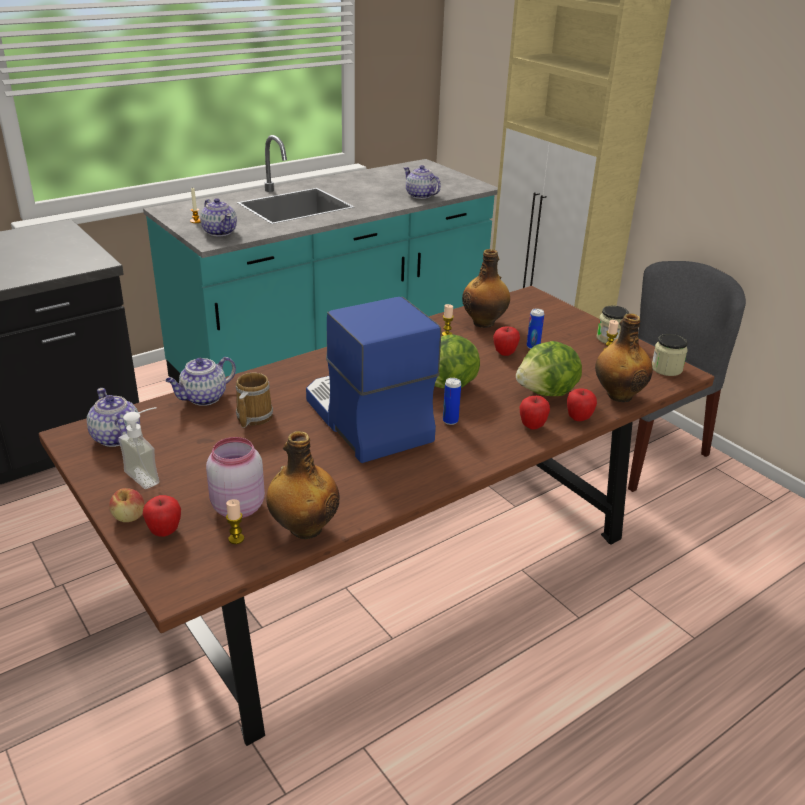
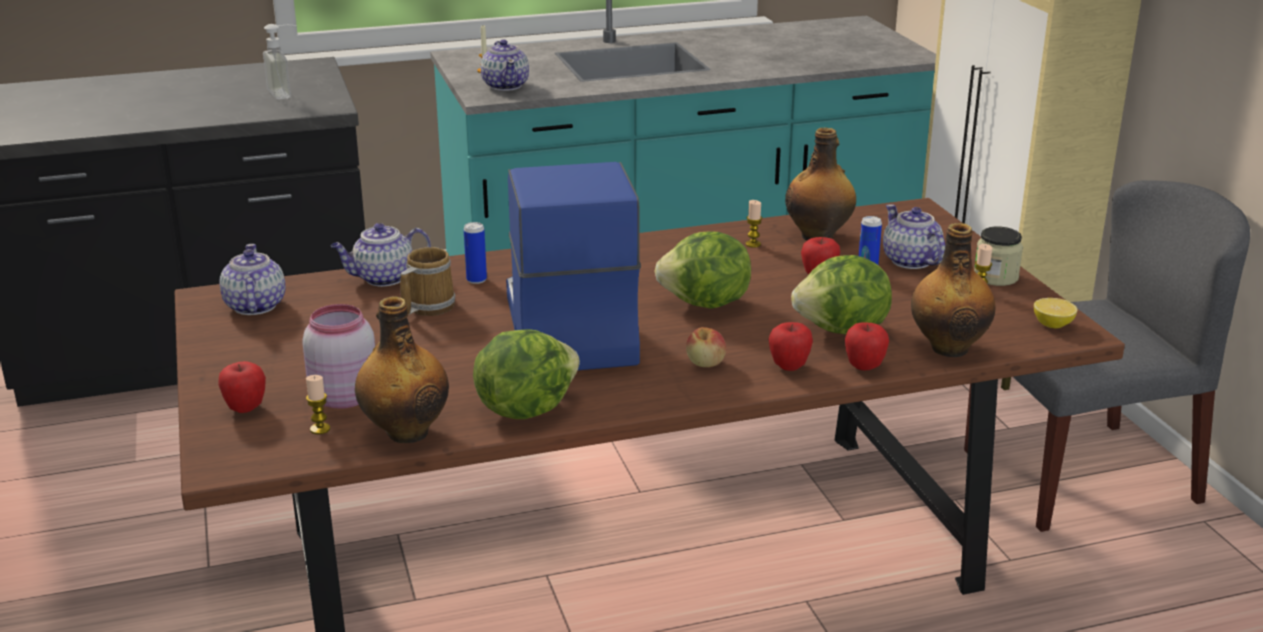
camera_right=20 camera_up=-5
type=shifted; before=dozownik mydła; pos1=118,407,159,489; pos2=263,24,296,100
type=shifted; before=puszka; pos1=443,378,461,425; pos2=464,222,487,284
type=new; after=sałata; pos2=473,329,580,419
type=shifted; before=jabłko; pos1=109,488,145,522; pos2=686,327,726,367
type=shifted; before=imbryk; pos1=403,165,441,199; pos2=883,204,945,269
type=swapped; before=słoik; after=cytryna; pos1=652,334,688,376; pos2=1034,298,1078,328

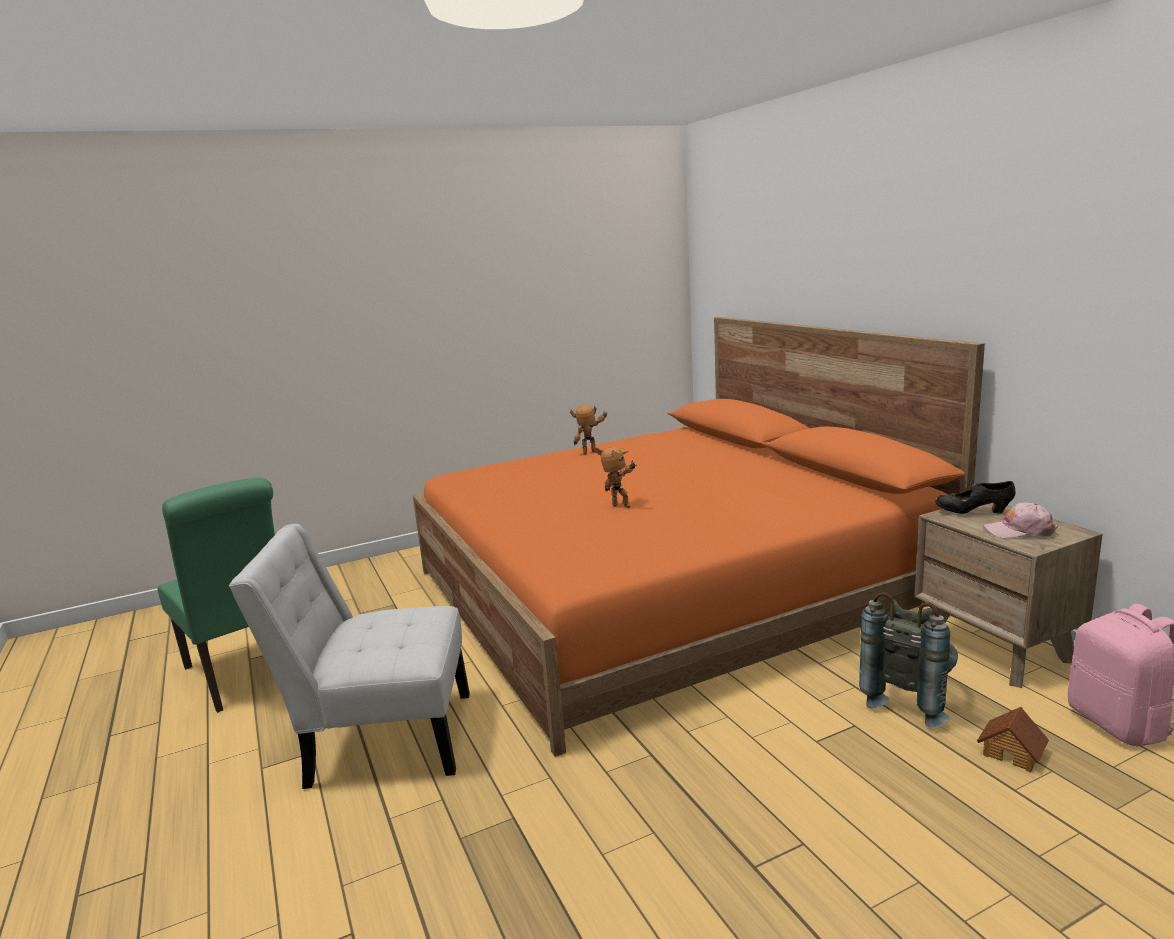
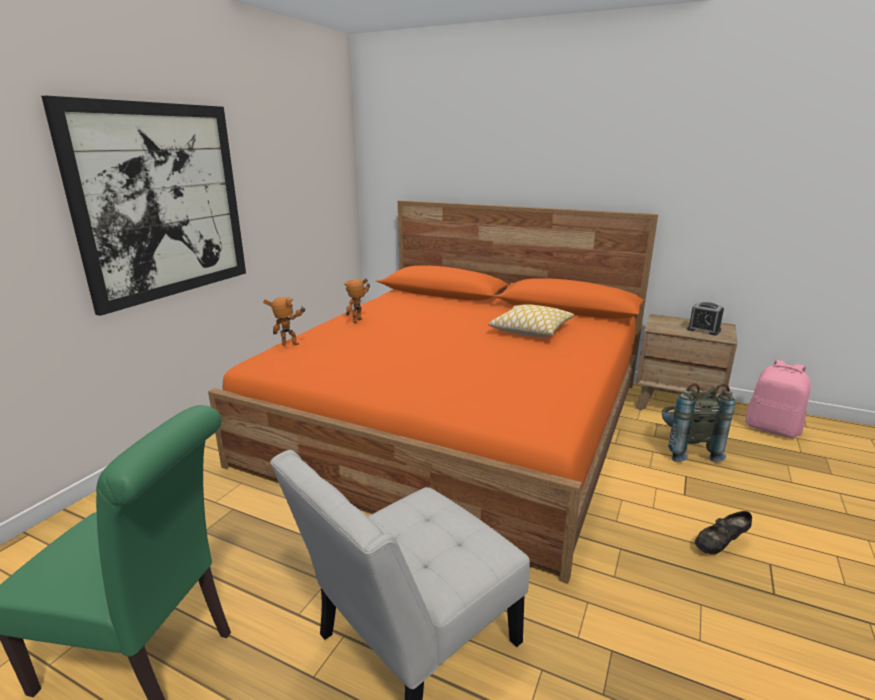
camera_right=-40 camera_up=5
type=new; after=obraz; pos2=41,96,246,316
type=shifted; before=robot zabawkowy; pos1=594,447,636,508; pos2=263,297,306,345
type=new; after=poduszka; pos2=488,304,574,337
type=swapped; before=czapka z daszkiem [różowy]; after=budzik; pos1=983,502,1058,539; pos2=687,302,724,336
type=shifted; before=but [czarny]; pos1=935,481,1016,514; pos2=695,511,752,554
type=gone; before=domek; pos1=977,707,1049,772

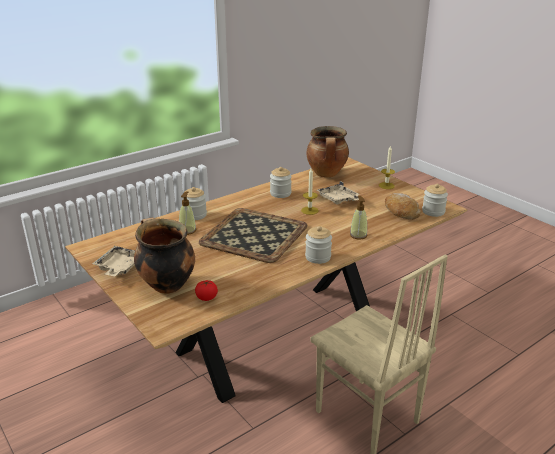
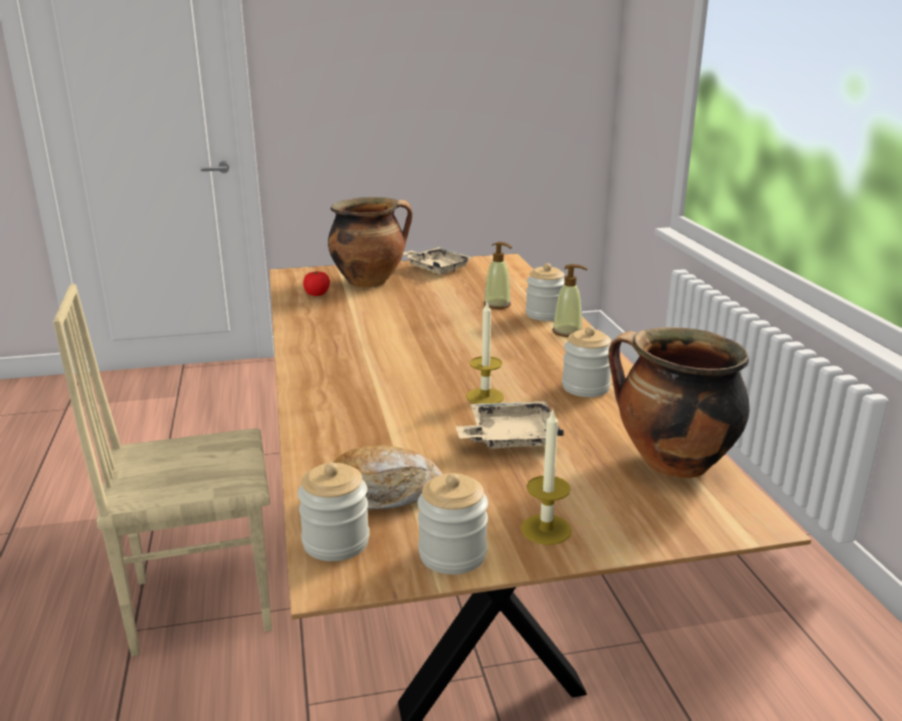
camera_right=115 camera_up=-5
type=shifted; before=słoik; pos1=305,226,332,264; pos2=418,473,488,574
type=shifted; before=dozownik mydła; pos1=350,196,368,239; pos2=552,264,588,337
type=gone; before=taca; pos1=199,208,308,263

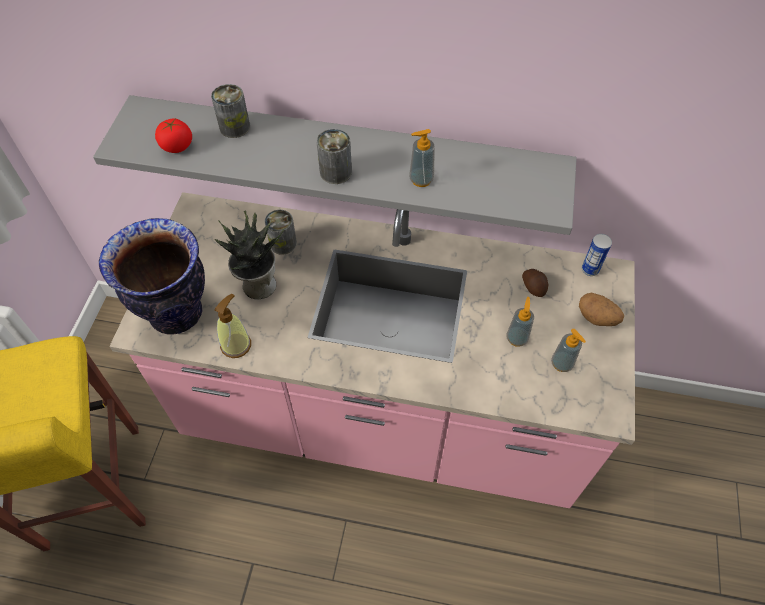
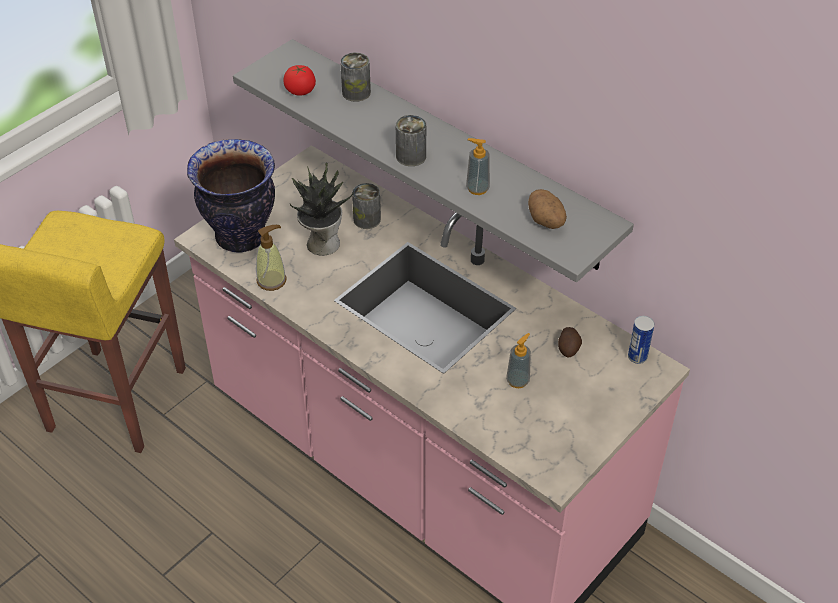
camera_right=30 camera_up=-10
type=shifted; before=ziemniak; pos1=579,293,624,326; pos2=528,189,567,229
type=gone; before=dozownik mydła; pos1=551,329,586,372

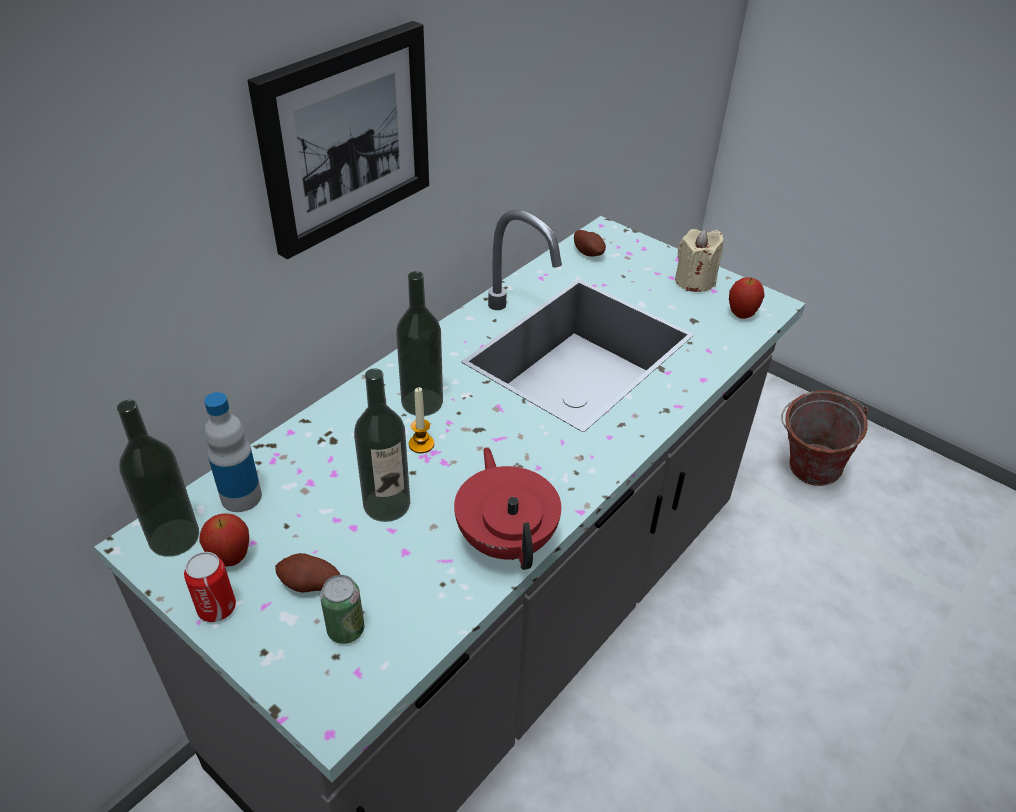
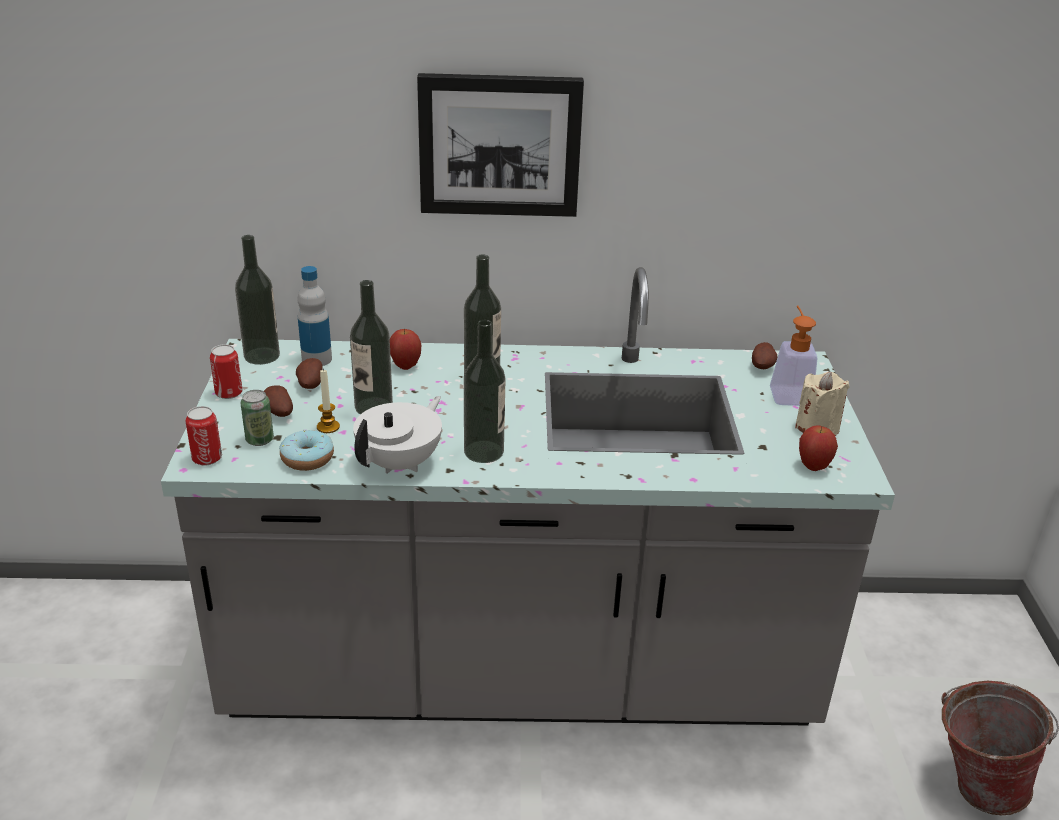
camera_right=50 camera_up=-10
type=new; after=puszka; pos2=186,406,222,465
type=new; after=donut; pos2=279,430,334,471
type=new; after=ziemniak; pos2=296,358,323,389
type=shifted; before=świeca; pos1=409,387,434,453; pos2=317,369,340,433
type=repainted; before=imbryk [czerwony]; after=imbryk [biały]; pos1=454,447,561,570; pos2=353,396,442,474
type=shifted; before=jabłko; pos1=199,513,249,567; pos2=390,328,421,370
type=new; after=butelka; pos2=464,320,505,463
type=new; after=dozownik mydła; pos2=770,305,817,406

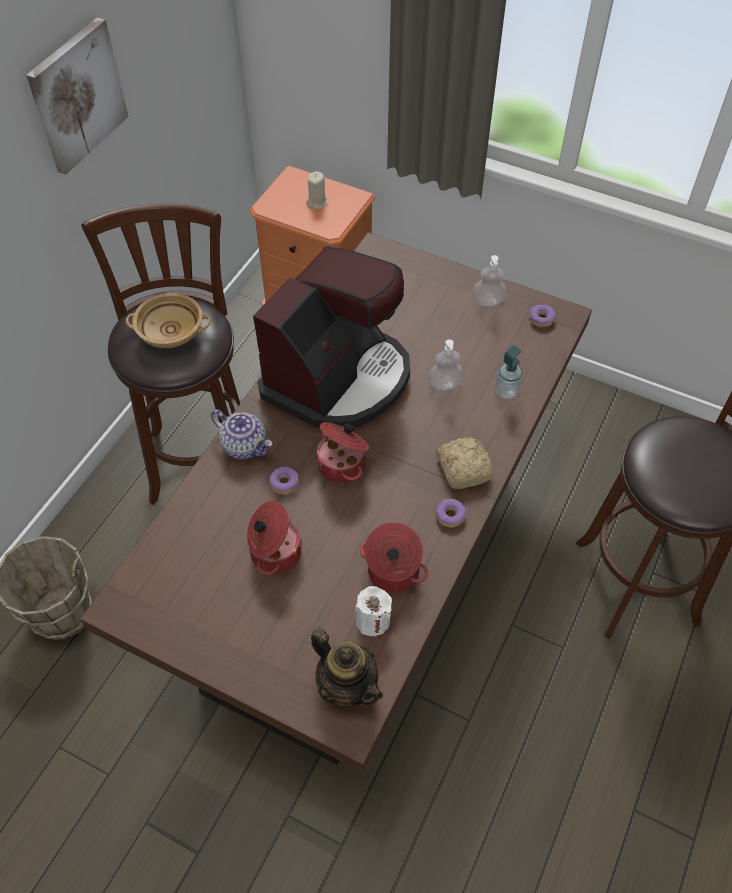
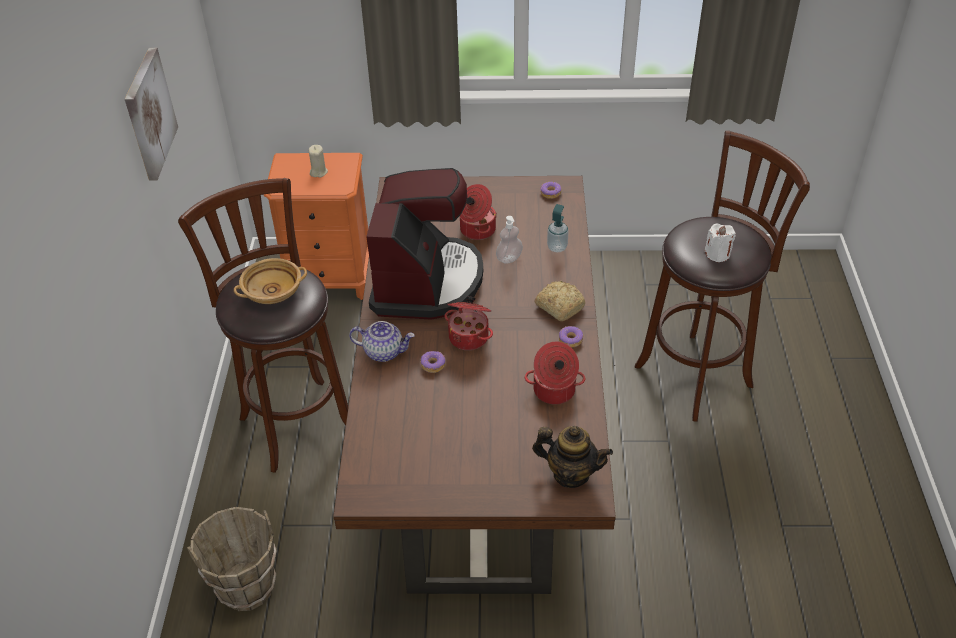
camera_right=-25 camera_up=-10
type=shifted; before=garnek; pos1=247,501,303,575; pos2=460,184,497,240
type=shifted; before=świeca [biały]; pos1=355,586,392,636; pos2=704,223,736,262
type=gone; before=dozownik mydła; pos1=472,255,507,307

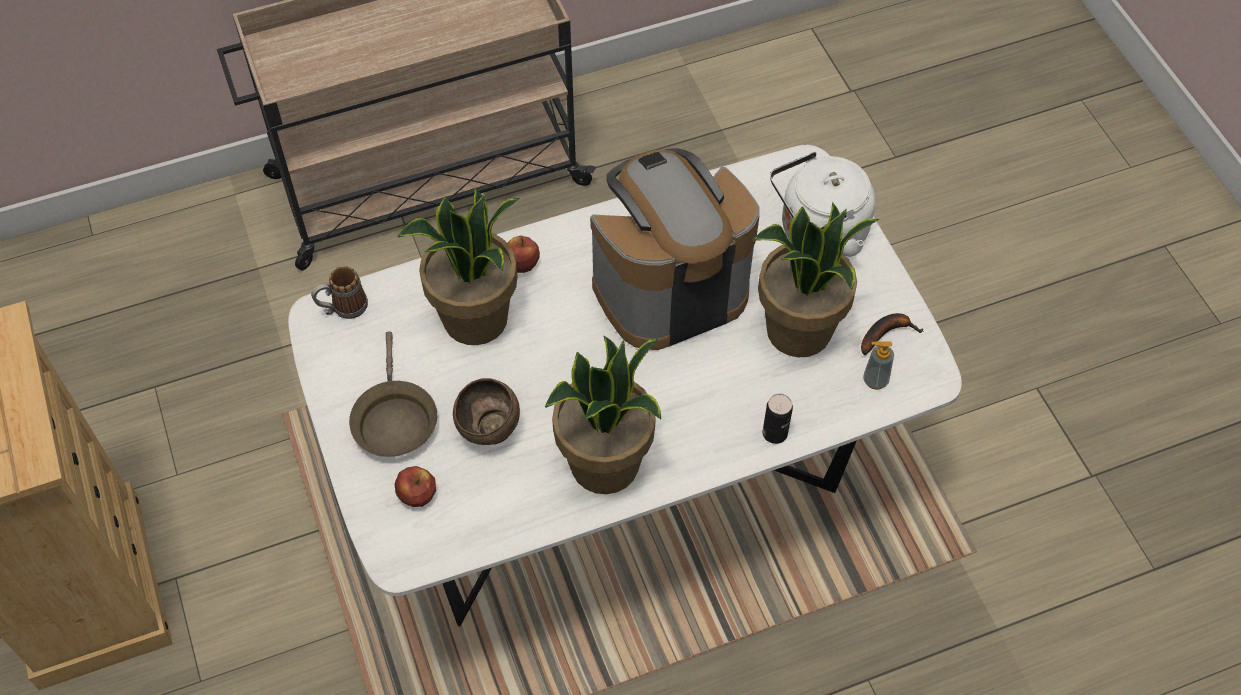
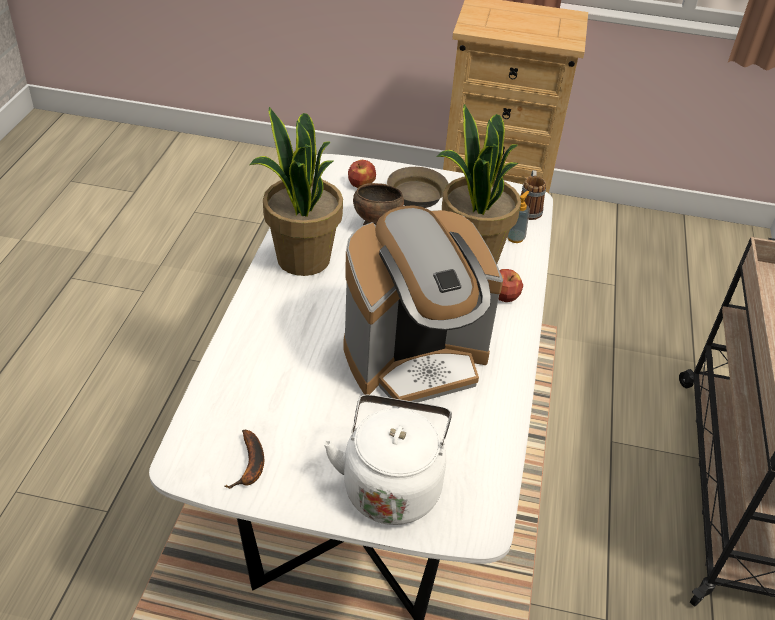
camera_right=120 camera_up=-15
type=rotated; before=ekspres do kawy; pos1=590,148,760,350; pos2=343,205,503,408; turn=60
type=shifted; before=dozownik mydła; pos1=863,341,894,390; pos2=507,191,530,243
type=gone; before=roślina doniczkowa; pos1=753,202,880,357
type=gone; before=puszka; pos1=762,393,793,444

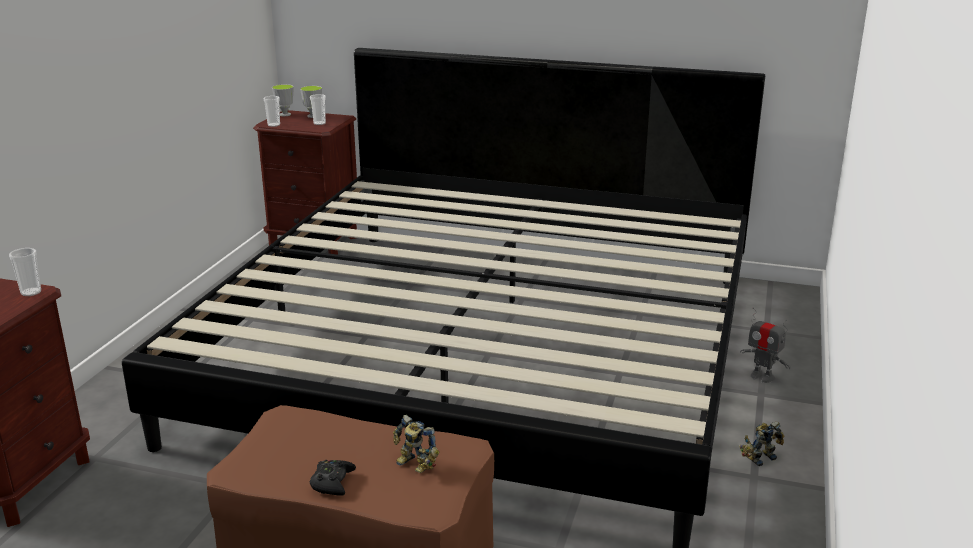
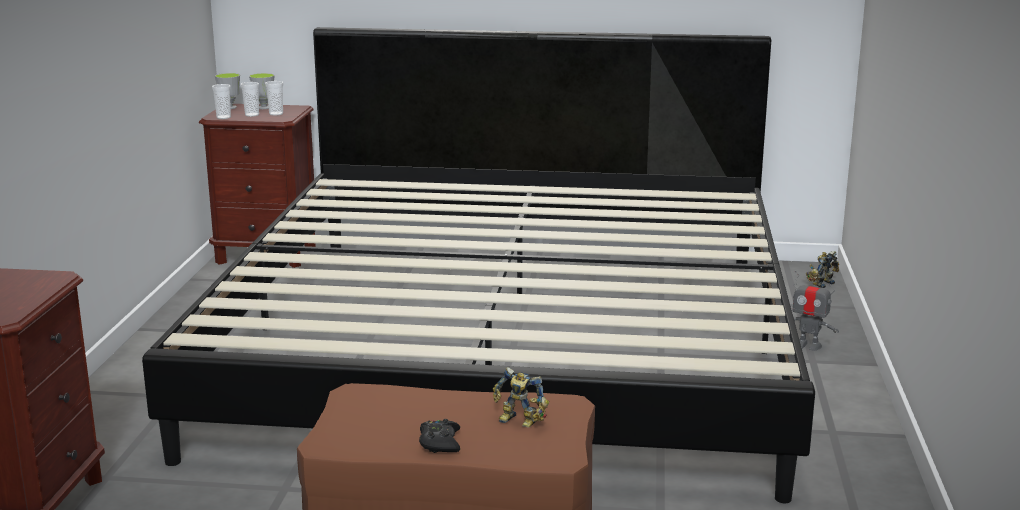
camera_right=-10 camera_up=-5
type=shifted; before=filiżanka; pos1=9,248,41,296; pos2=241,82,259,117
type=shifted; before=robot zabawkowy; pos1=739,422,784,466; pos2=806,251,839,288

